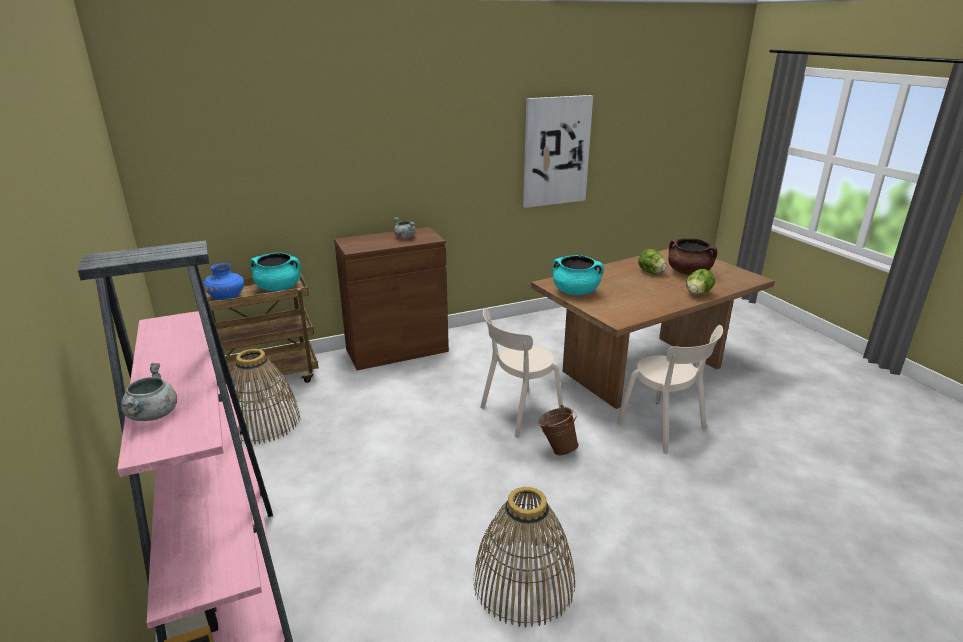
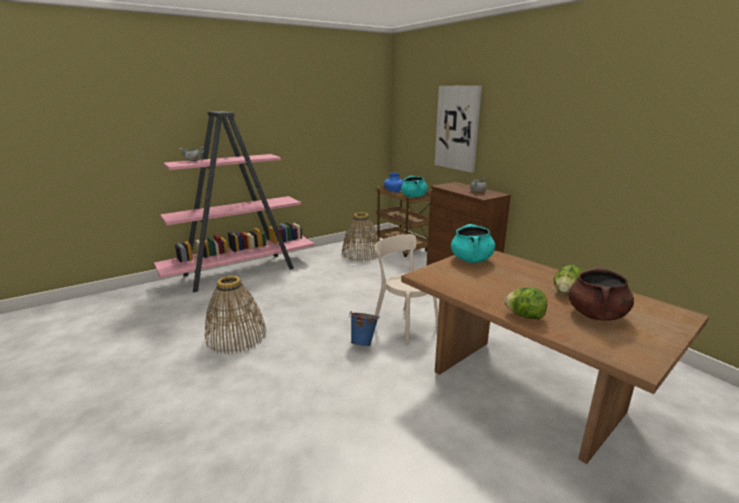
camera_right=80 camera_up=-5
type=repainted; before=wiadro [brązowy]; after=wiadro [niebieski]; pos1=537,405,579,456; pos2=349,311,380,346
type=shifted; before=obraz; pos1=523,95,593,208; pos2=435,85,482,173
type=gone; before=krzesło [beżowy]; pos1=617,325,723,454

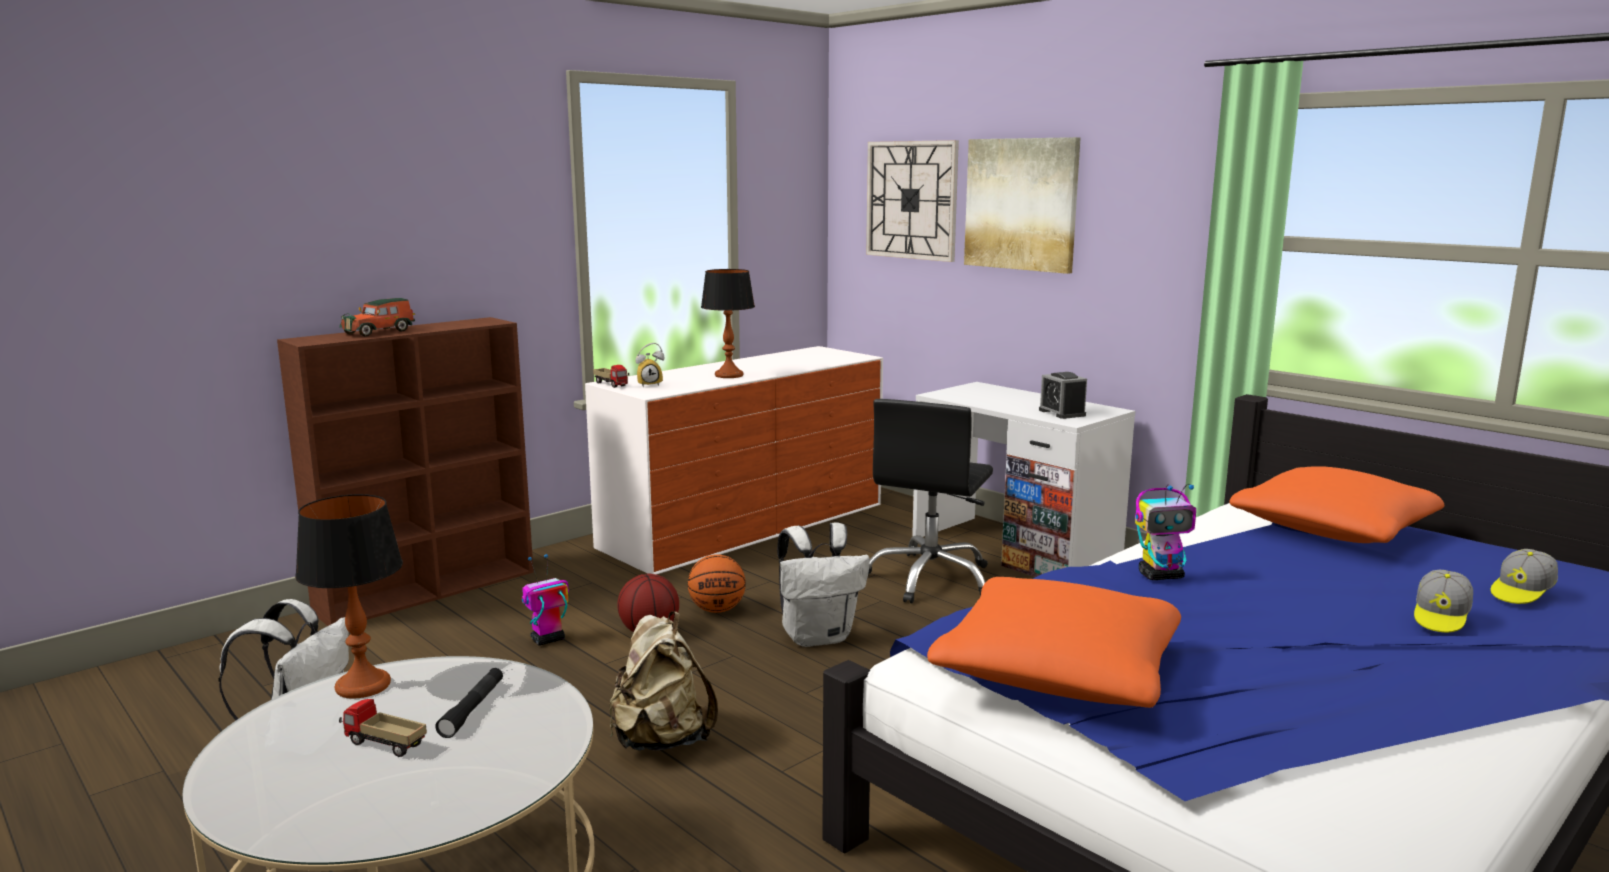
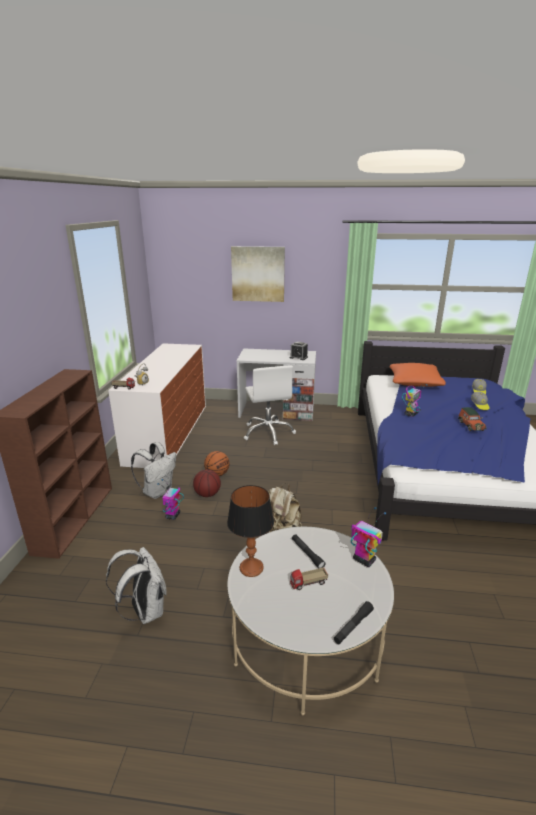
camera_right=-40 camera_up=10
type=shifted; before=plecak [biały]; pos1=777,522,870,647; pos2=131,442,176,499
type=repainted; before=krzesło biurowe [czarny]; after=krzesło biurowe [biały]; pos1=868,399,993,604; pos2=244,365,296,445
type=new; after=latarka [czarny]; pos2=334,601,374,644
type=new; after=robot zabawkowy; pos2=351,507,386,567
type=shifted; before=samochodzik; pos1=339,298,415,337; pos2=458,407,486,431
type=gone; before=lampa stołowa; pos1=701,269,755,378
type=gone; before=zegar ścienny; pos1=866,140,959,262
type=gone; before=poduszka [pomarańczowy]; pos1=927,577,1181,708

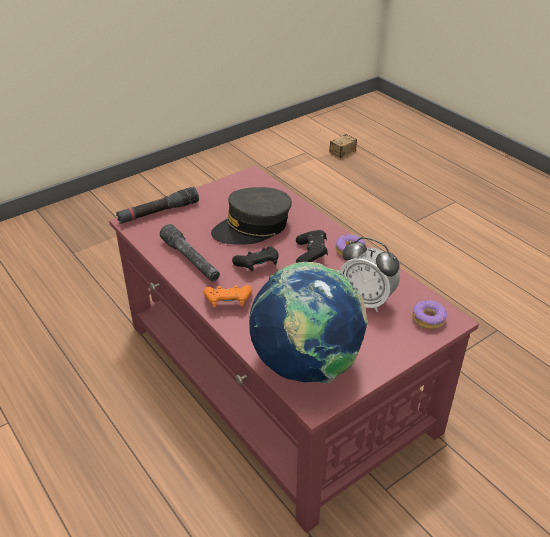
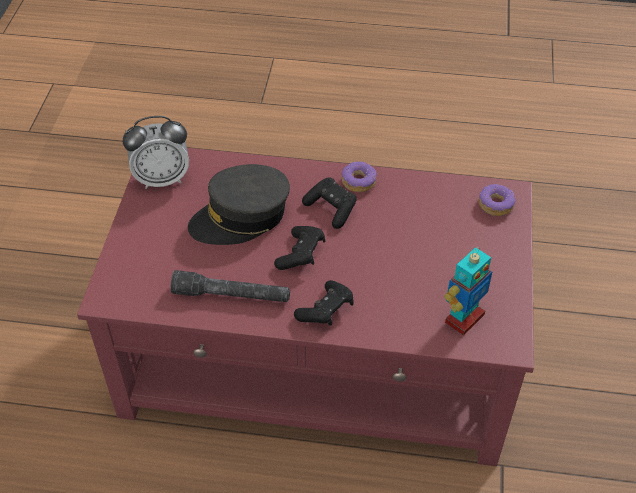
camera_right=-45 camera_up=10
type=shifted; before=budzik; pos1=340,237,400,312; pos2=122,116,189,189
type=rotated; before=czapka z daszkiem [szary]; pos1=211,187,292,245; pos2=188,164,290,245; turn=45
type=repainted; before=pad do gier [pomarańczowy]; after=pad do gier [czarny]; pos1=204,285,252,307; pos2=294,280,354,326
type=swapped; before=globus; after=robot zabawkowy; pos1=249,262,368,384; pos2=444,247,492,336
type=gone; before=latarka [czarny]; pos1=116,187,199,224
type=gone; before=pojemnik do przechowywania; pos1=320,129,357,158

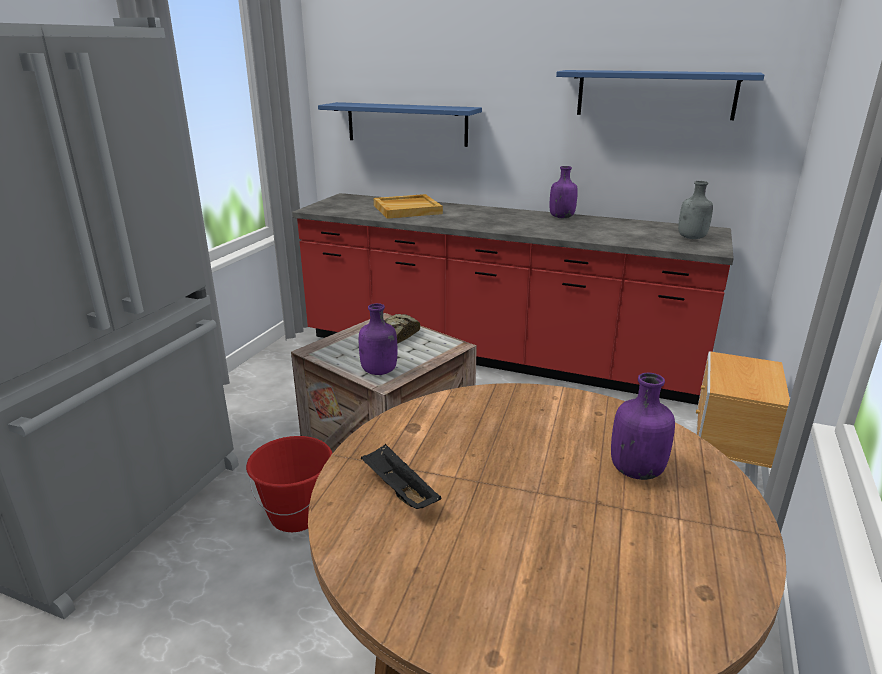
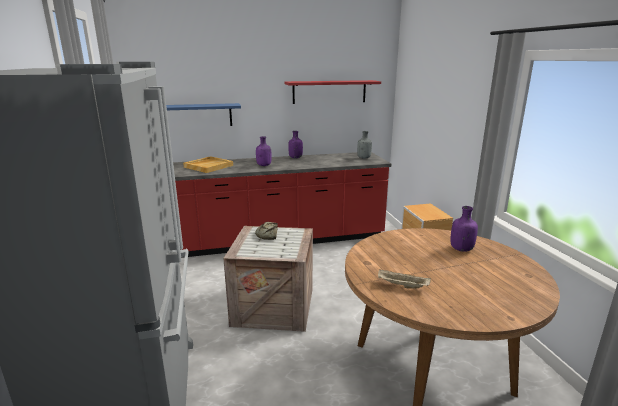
camera_right=-35 camera_up=-5
type=shifted; before=butelka [fioletowy]; pos1=359,303,397,375; pos2=256,136,272,166
type=repainted; before=półka [niebieski]; after=półka [czerwony]; pos1=556,70,764,120; pos2=284,80,381,104
type=repainted; before=taca [czarny]; after=taca [beżowy]; pos1=361,443,442,509; pos2=378,269,431,289
type=gone; before=wiadro [czerwony]; pos1=246,436,332,532

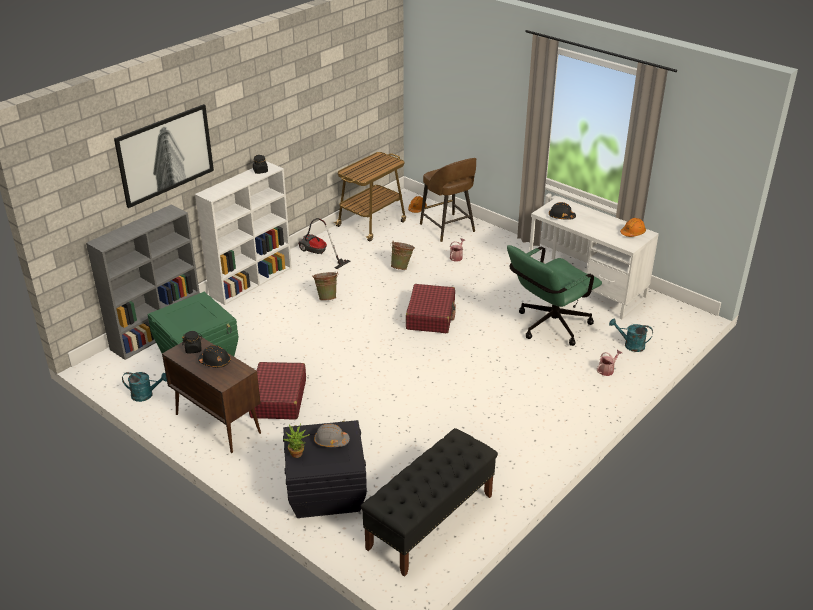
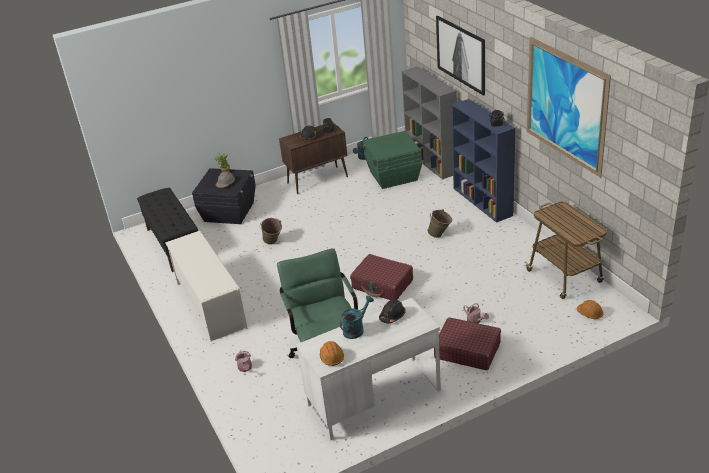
camera_right=115 camera_up=0
type=new; after=regał na buty [biały]; pos2=165,231,248,341
type=shifted; before=wiadro [zielony]; pos1=390,241,415,270; pos2=260,218,282,245
type=shifted; before=konewka [turkusowy]; pos1=609,318,653,352; pos2=340,295,374,339
type=shifted; before=walizka [czerwony]; pos1=249,362,306,420; pos2=434,317,501,370
type=repainted; before=regał [biały]; after=regał [niebieski]; pos1=195,162,292,305; pos2=452,99,516,223
type=new; after=obraz; pos2=527,37,611,178
type=gone; before=odkurzacz; pos1=298,218,350,269
type=gone; before=stołek [brązowy]; pos1=420,158,476,242

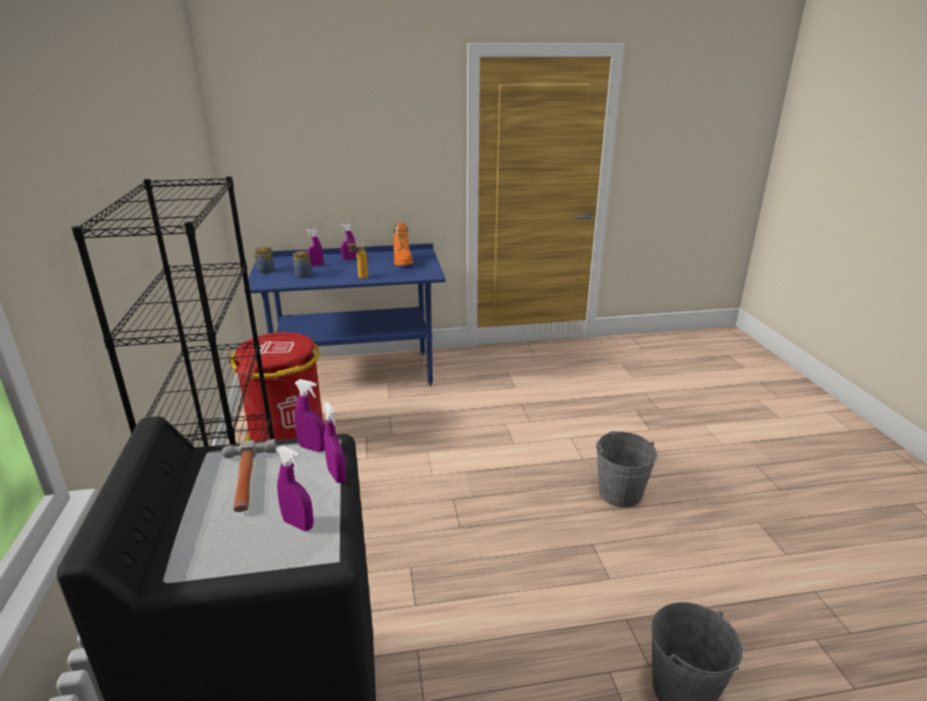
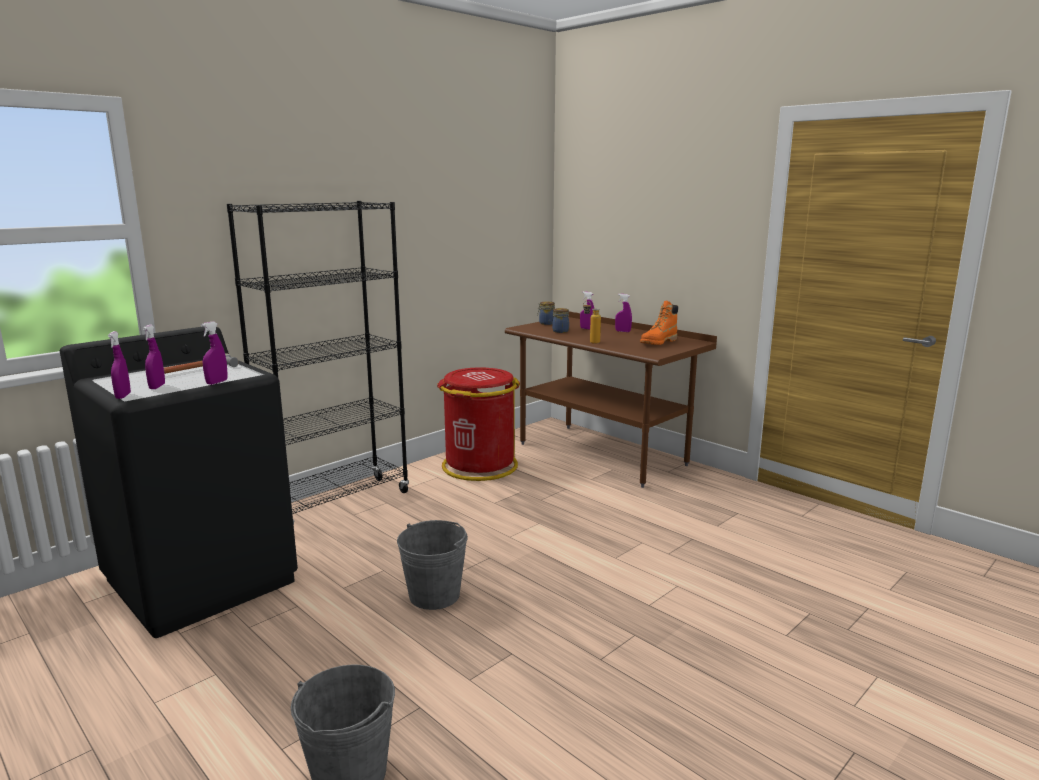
camera_right=55 camera_up=-10
type=shifted; before=spryskiwacz [fioletowy]; pos1=294,379,325,452; pos2=108,331,131,399
type=shifted; before=wiadro [szary]; pos1=596,431,657,508; pos2=397,520,468,610
type=repainted; before=biurko [niebieski]; after=biurko [brązowy]; pos1=244,243,445,386; pos2=505,312,717,488

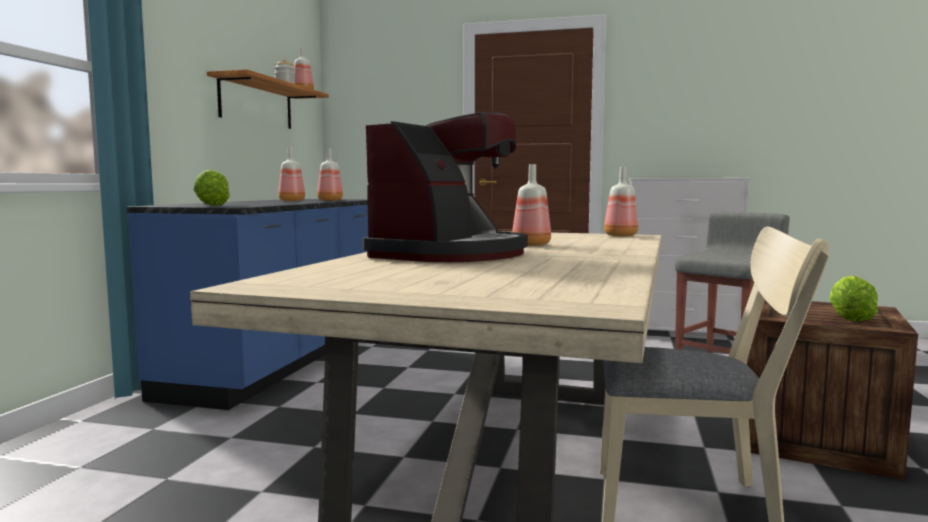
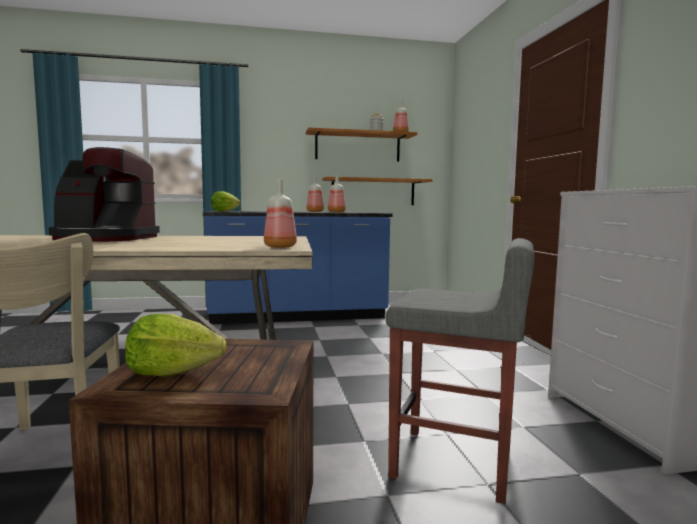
camera_right=65 camera_up=0
type=new; after=półka; pos2=322,177,433,205
type=gone; before=butelka; pos1=512,164,551,246

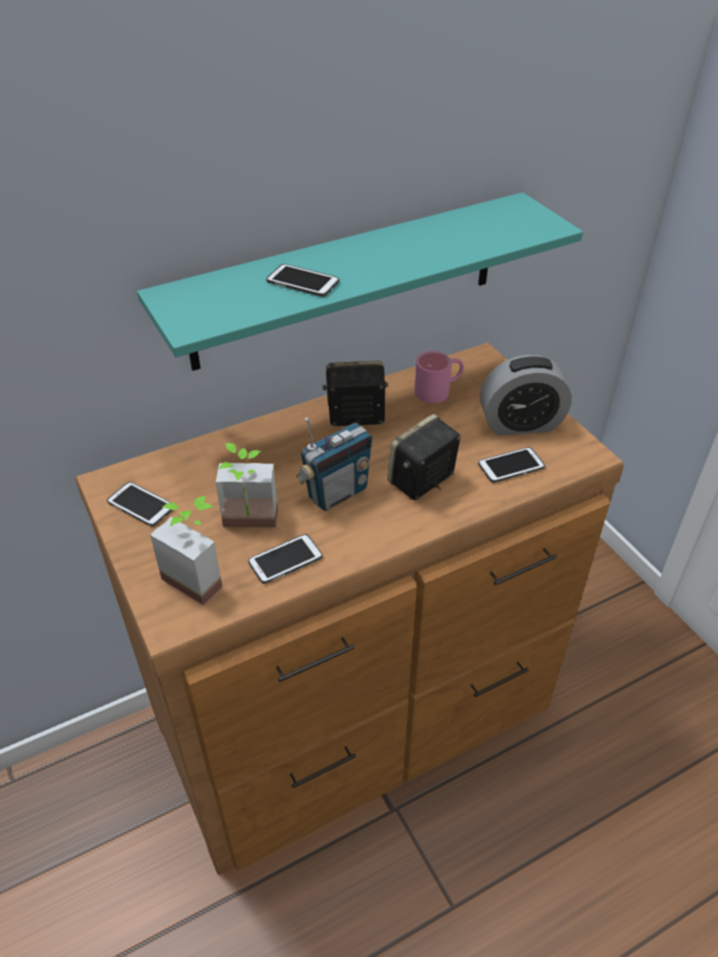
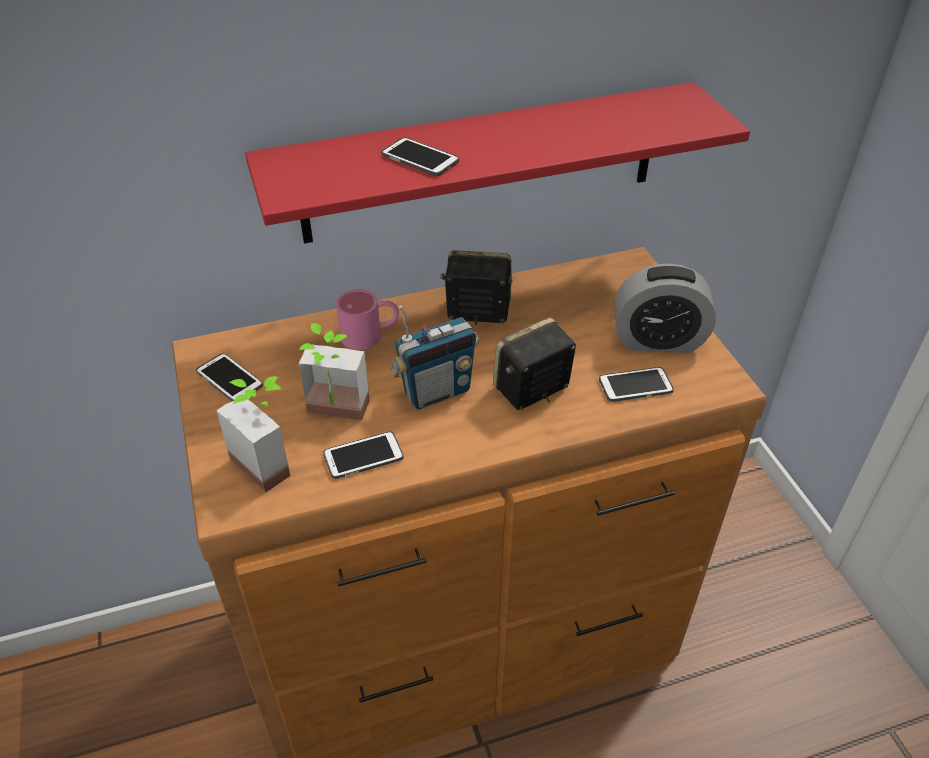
camera_right=10 camera_up=0
type=repainted; before=półka [turkusowy]; after=półka [czerwony]; pos1=137,192,583,371; pos2=245,82,750,244
type=shifted; before=kubek [różowy]; pos1=414,351,464,403; pos2=336,289,399,350

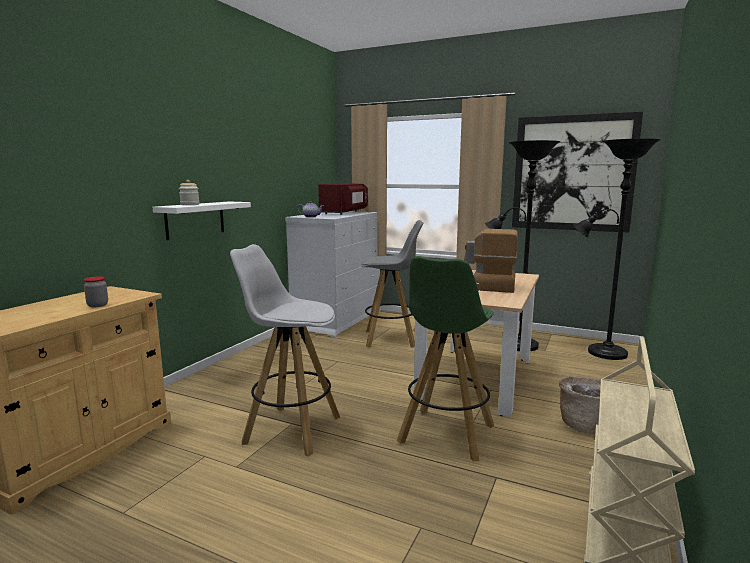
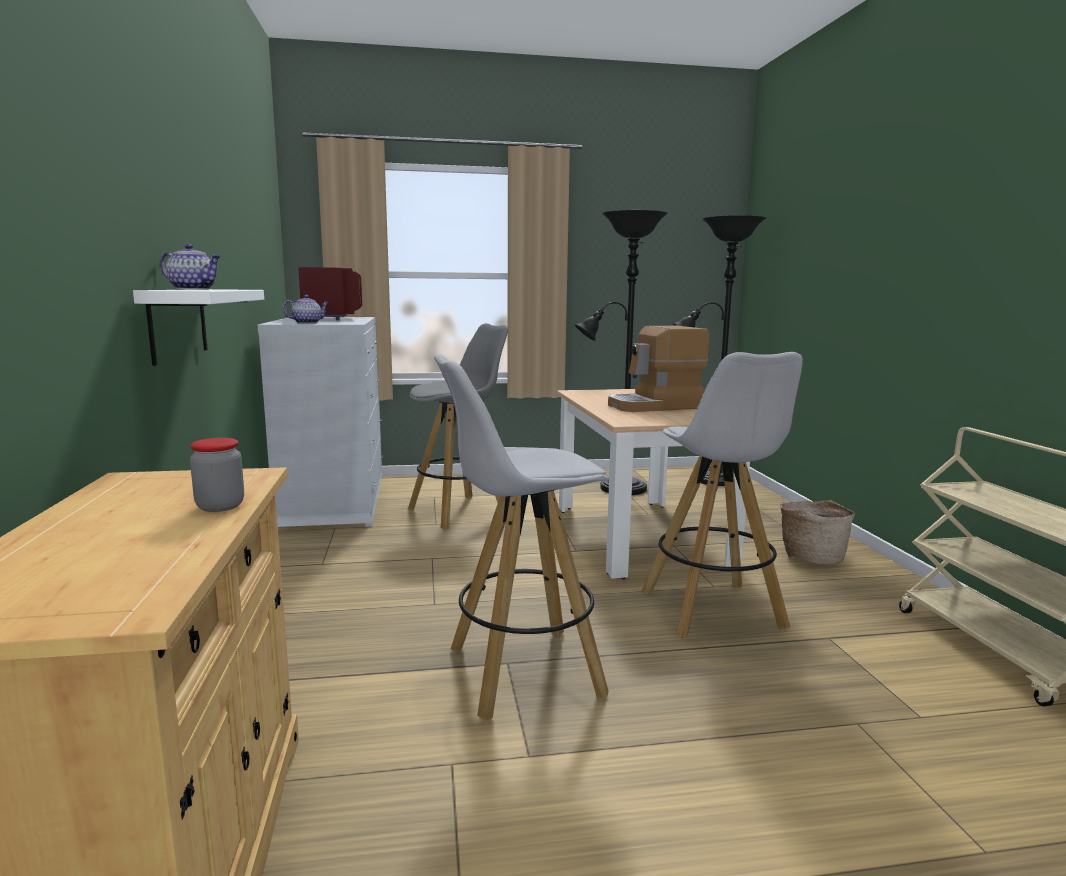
camera_right=-35 camera_up=0
type=swapped; before=słoik; after=imbryk; pos1=179,180,200,205; pos2=161,244,221,290
type=repainted; before=stołek [zielony]; after=stołek [biały]; pos1=397,256,494,461; pos2=642,352,803,638
type=gone; before=obraz; pos1=512,112,643,233

